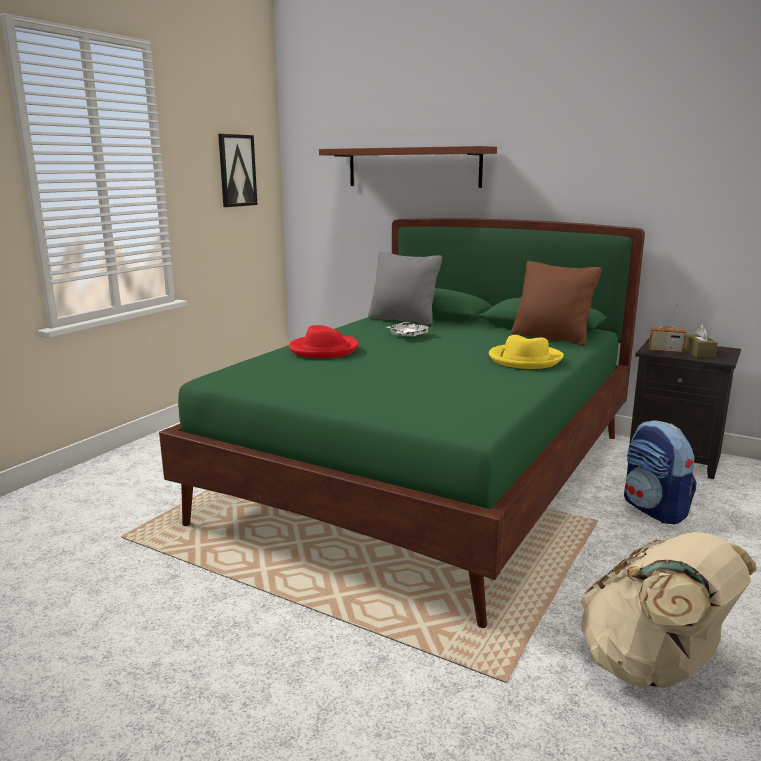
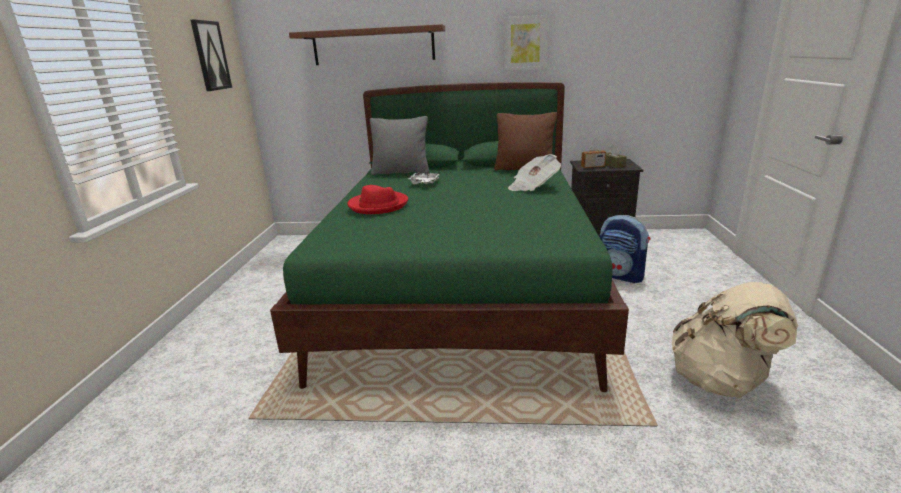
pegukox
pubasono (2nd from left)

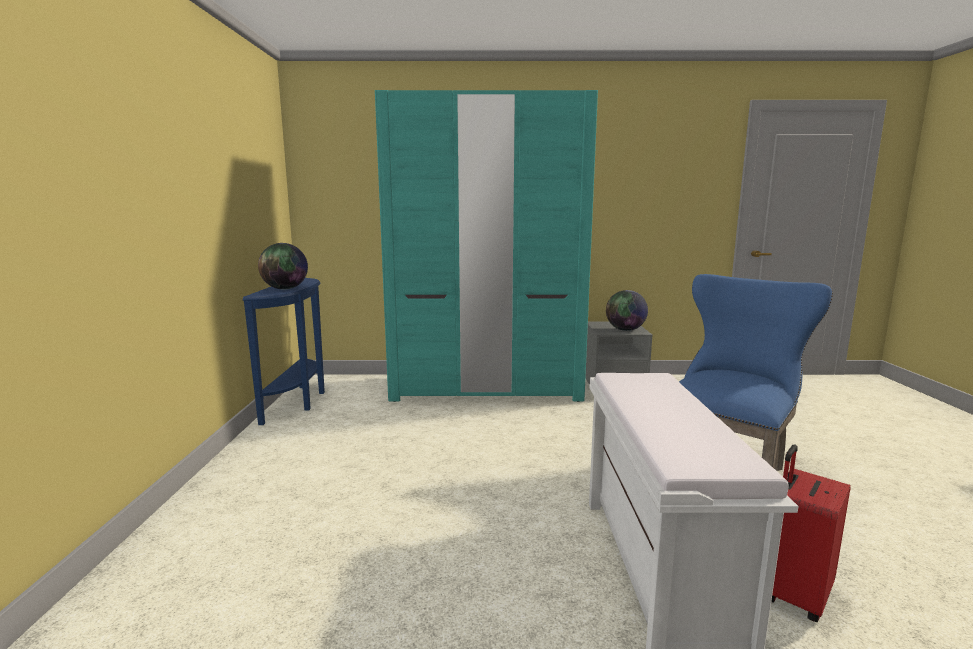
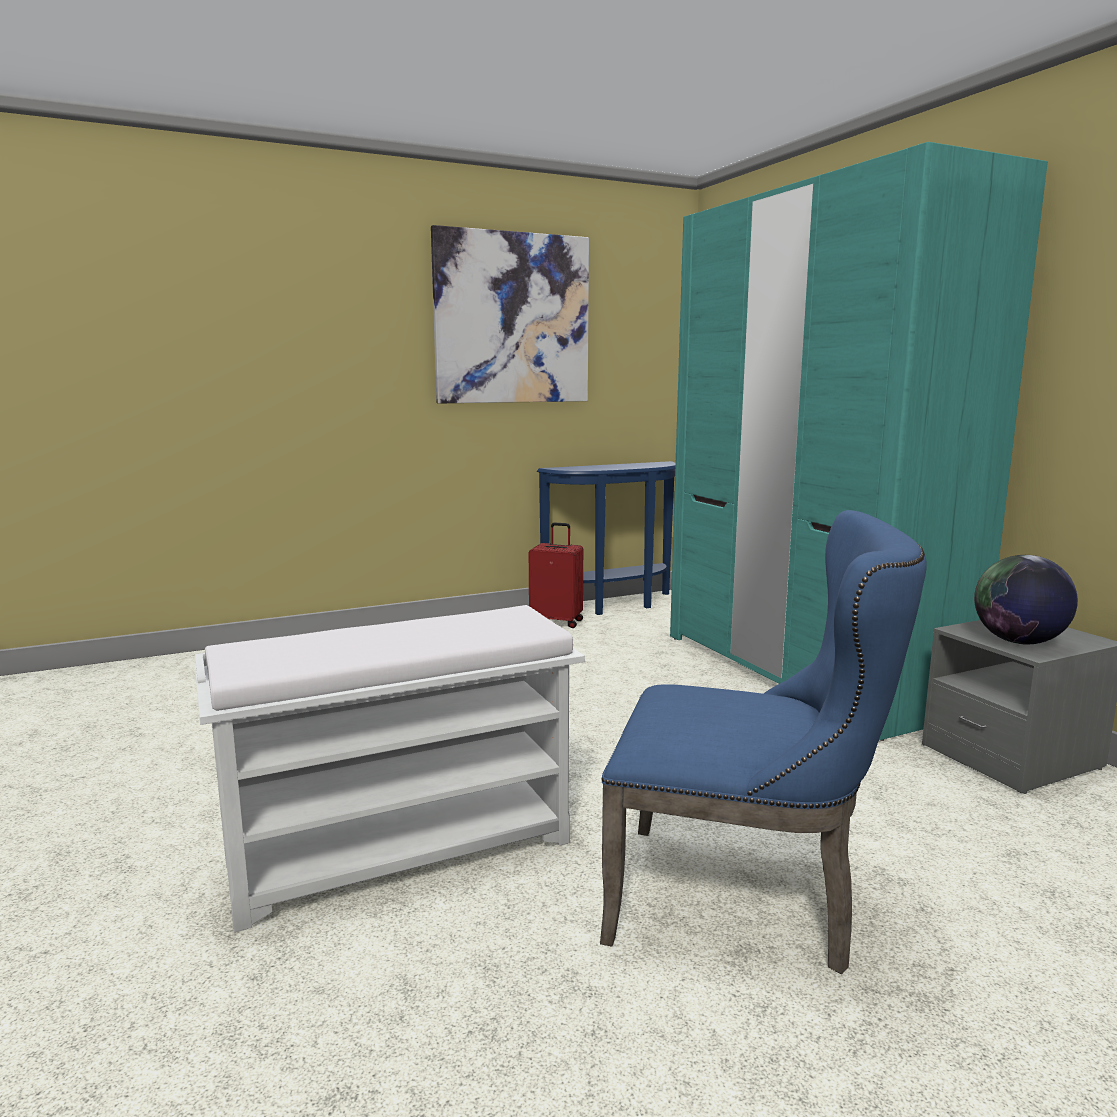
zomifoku (1st from left in the first image)
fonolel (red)
pubasono

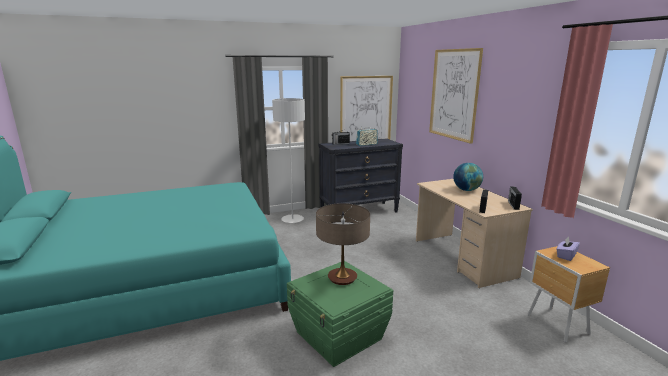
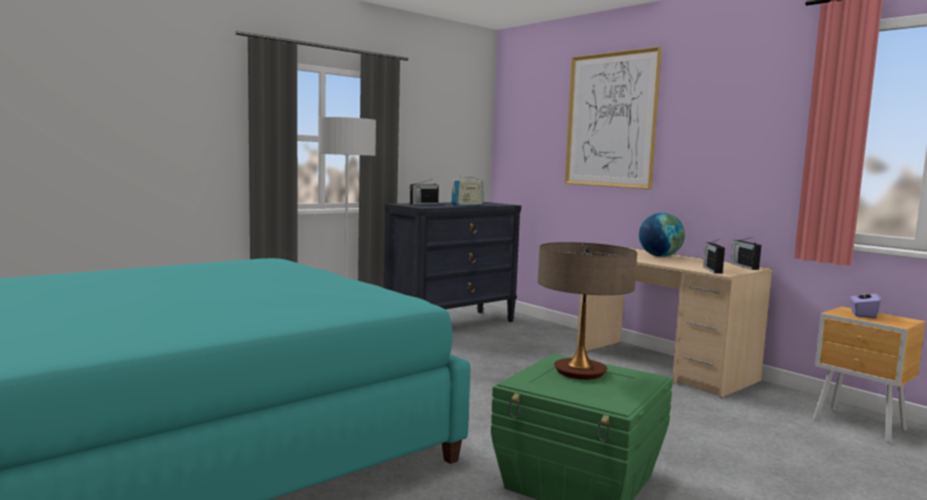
pubasono (1st from left in the first image)

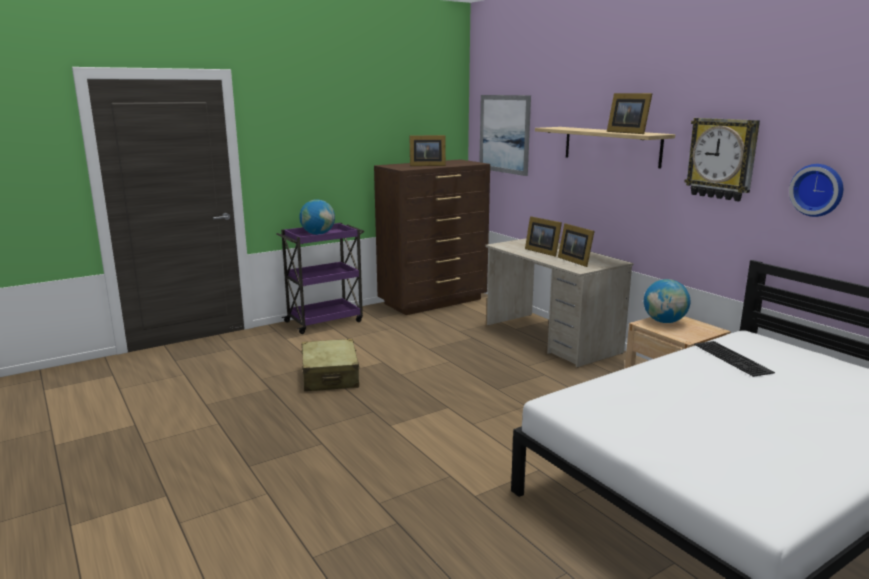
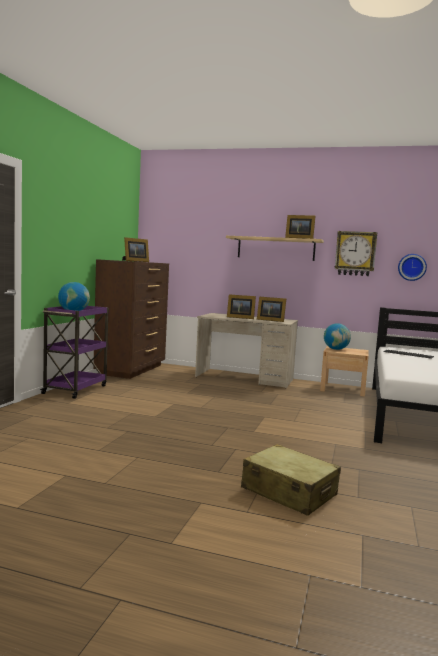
fonolel (beige)
pubasono

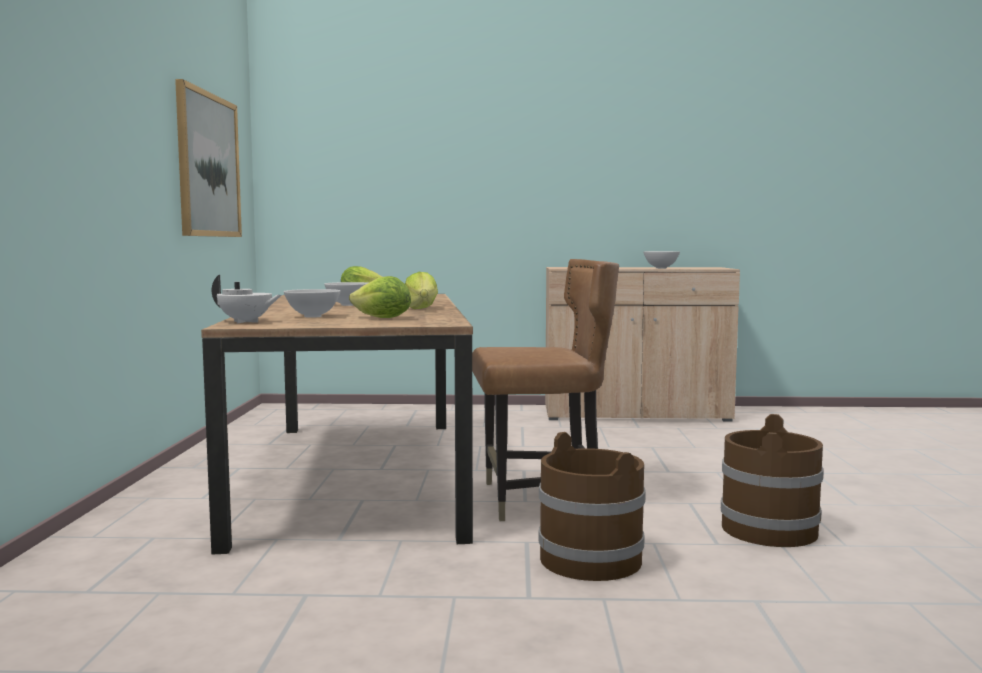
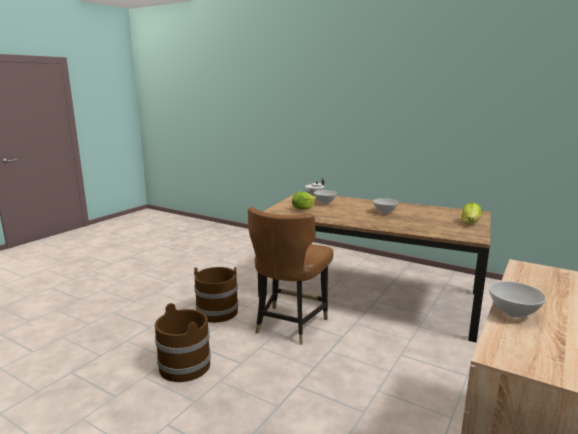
pubasono
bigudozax (3rd from left in the first image)

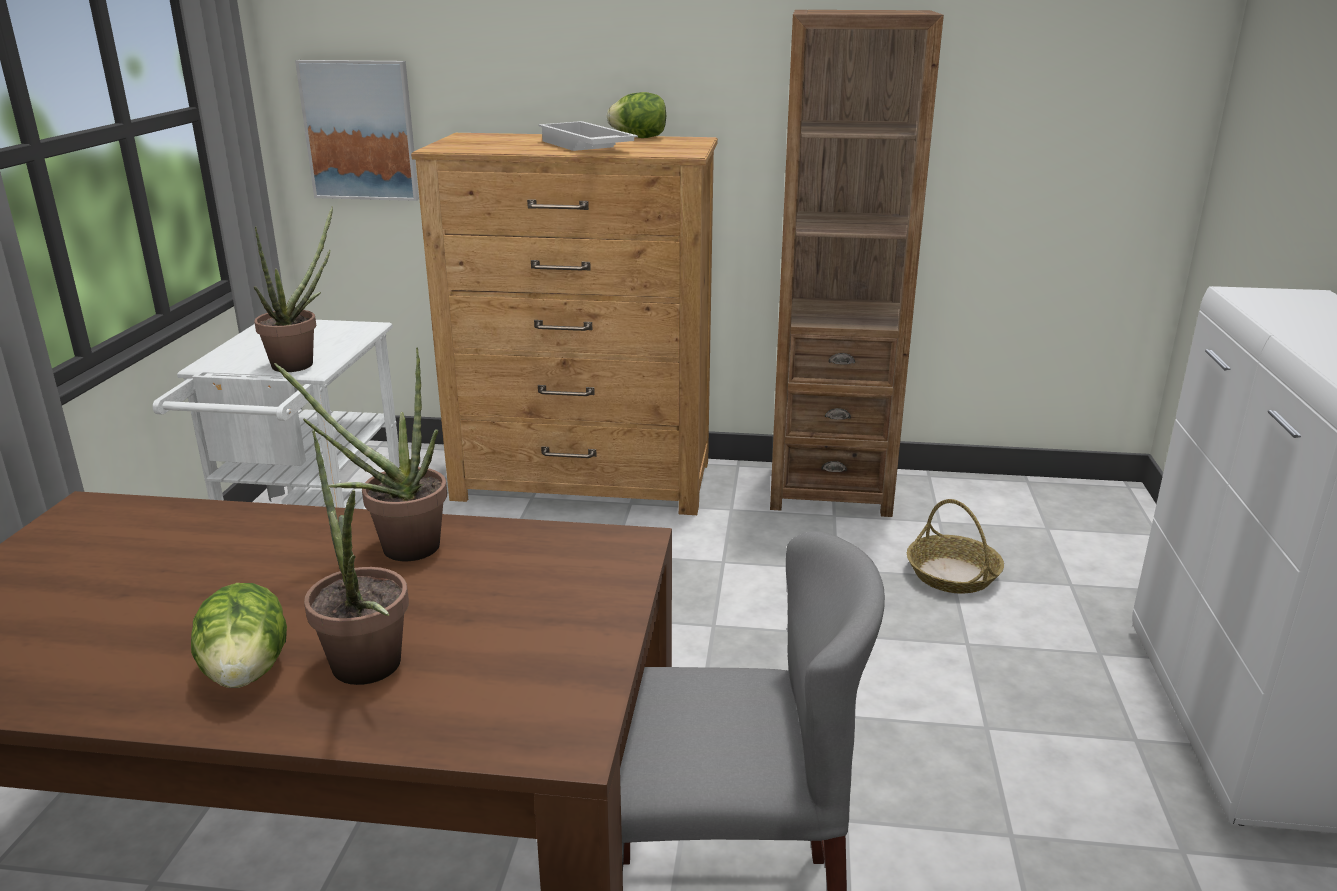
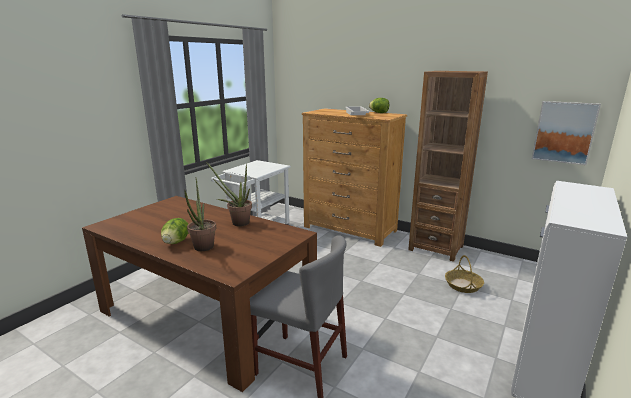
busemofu (1st from left in the first image)
pubasono

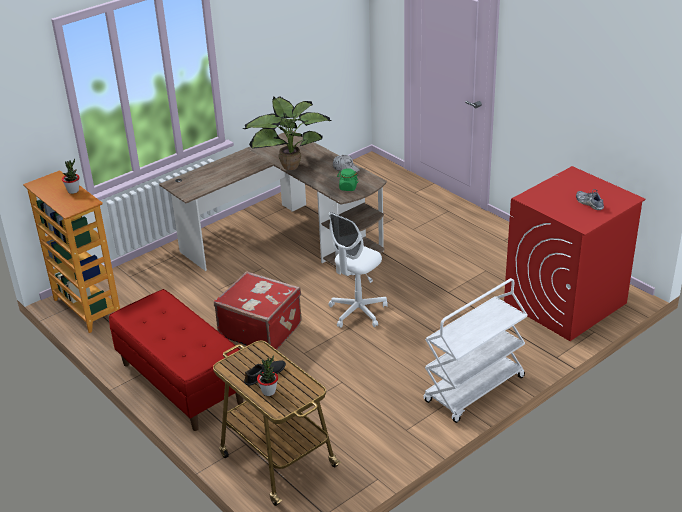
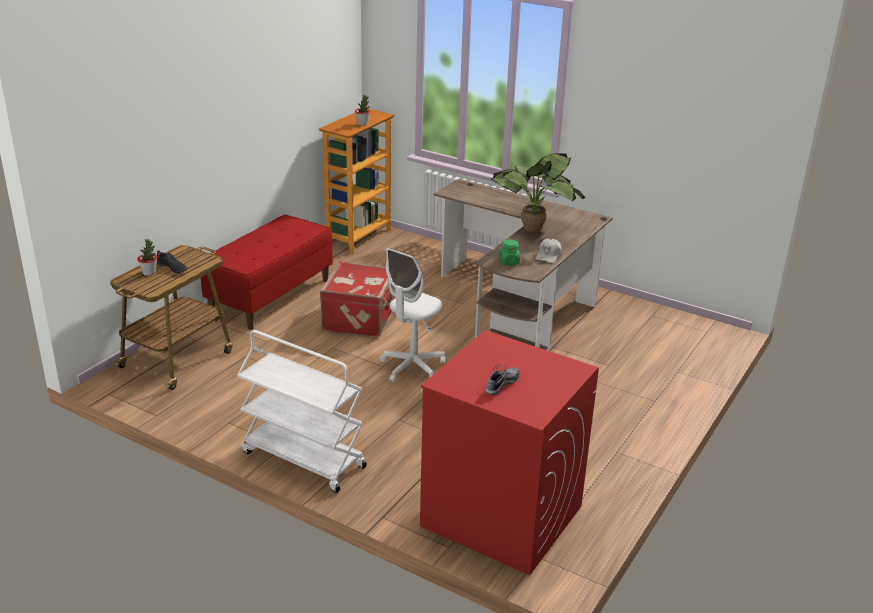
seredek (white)

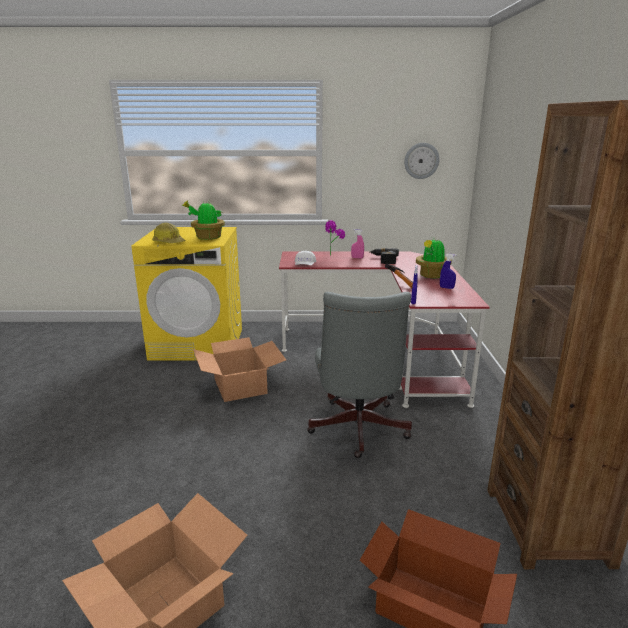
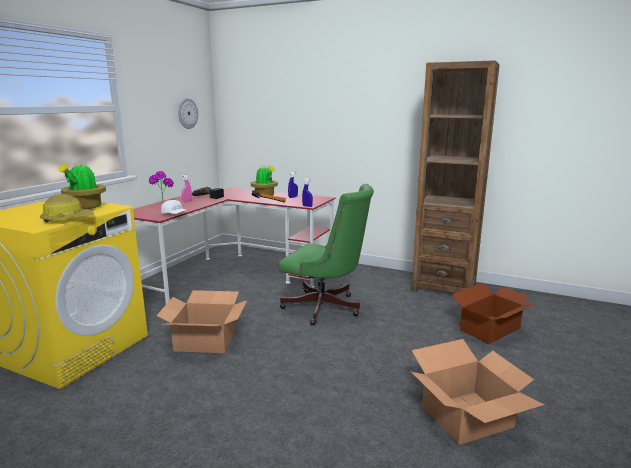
seredek (green)

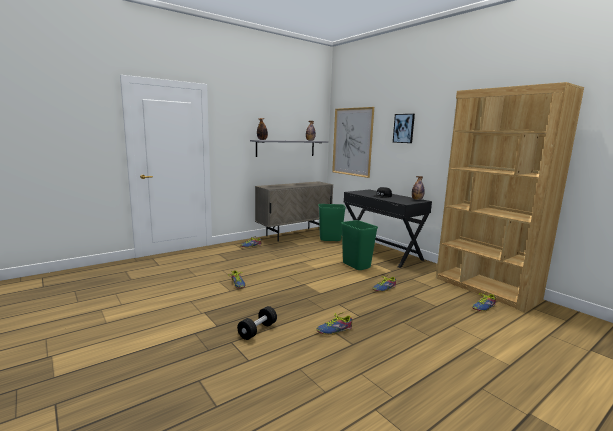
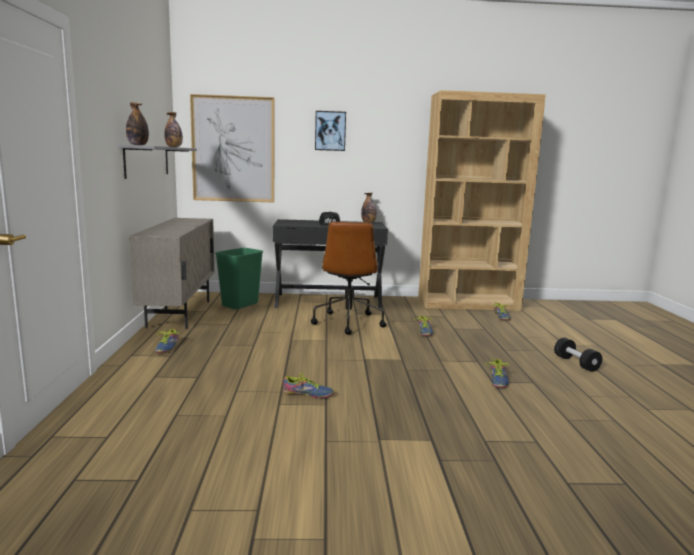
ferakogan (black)
seredek (brown)

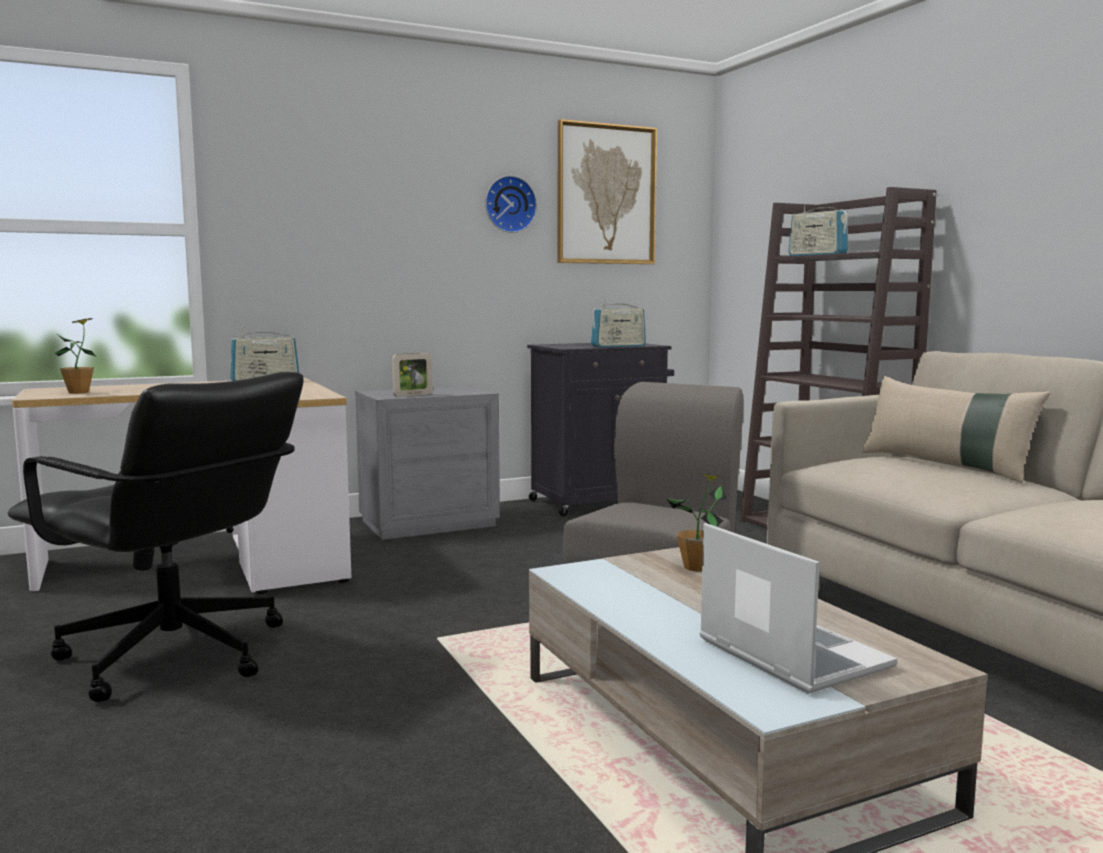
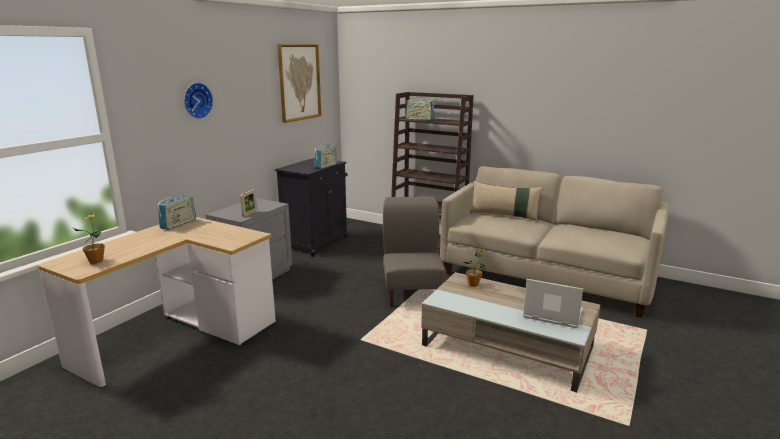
seredek (black)
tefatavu

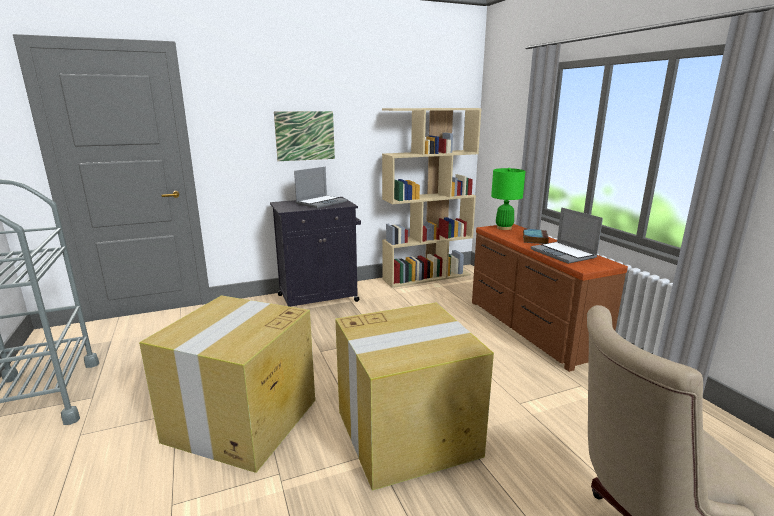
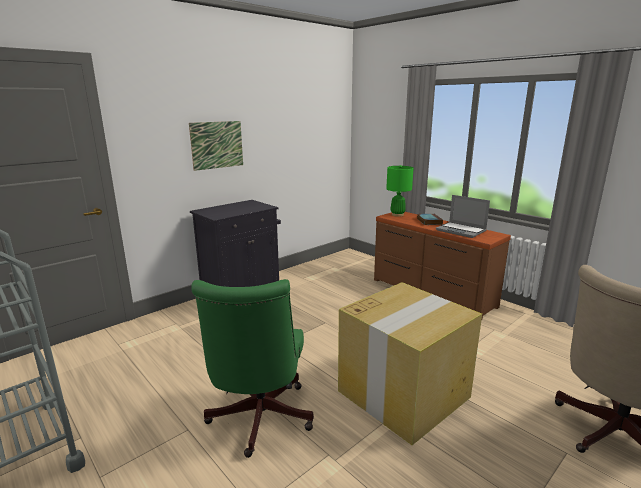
seredek (green)
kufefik (1st from left in the first image)
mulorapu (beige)

